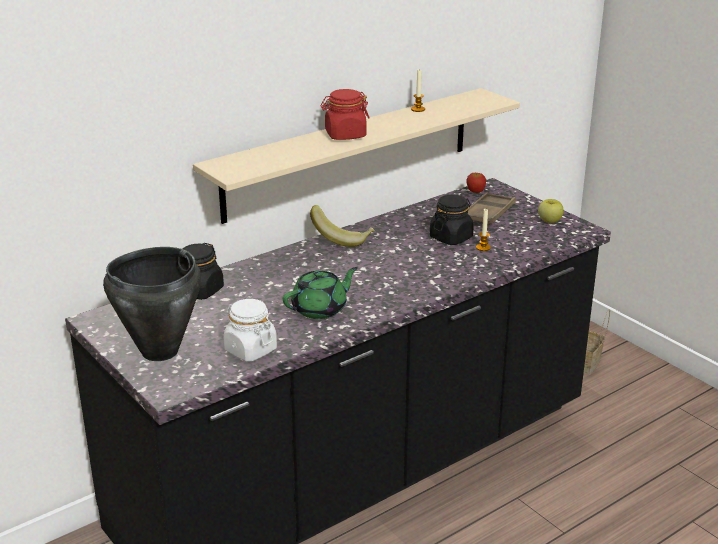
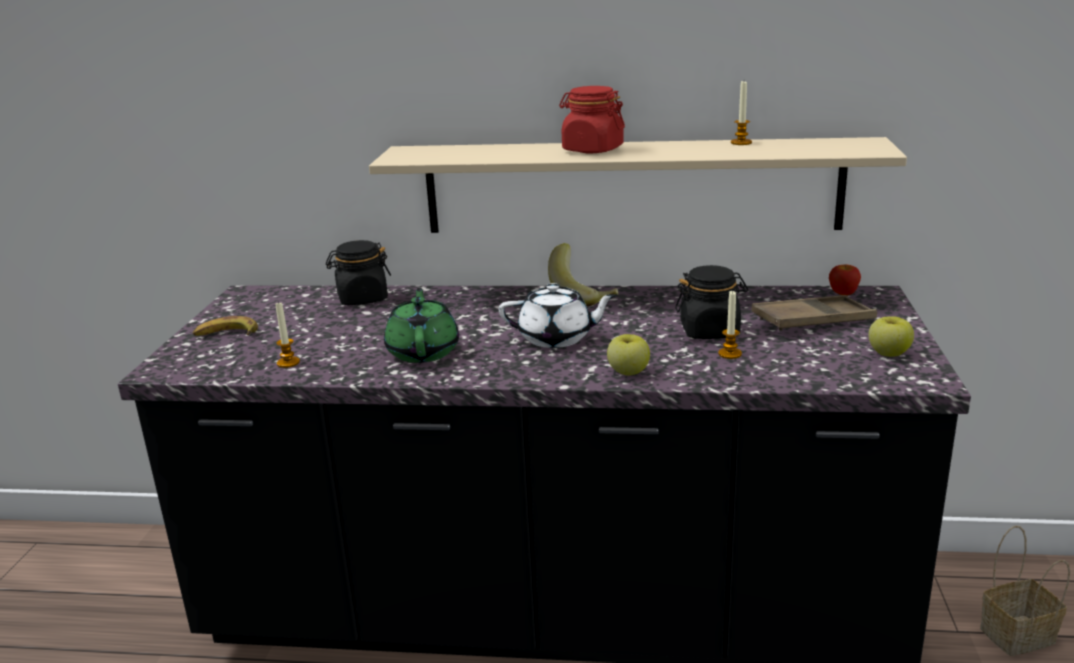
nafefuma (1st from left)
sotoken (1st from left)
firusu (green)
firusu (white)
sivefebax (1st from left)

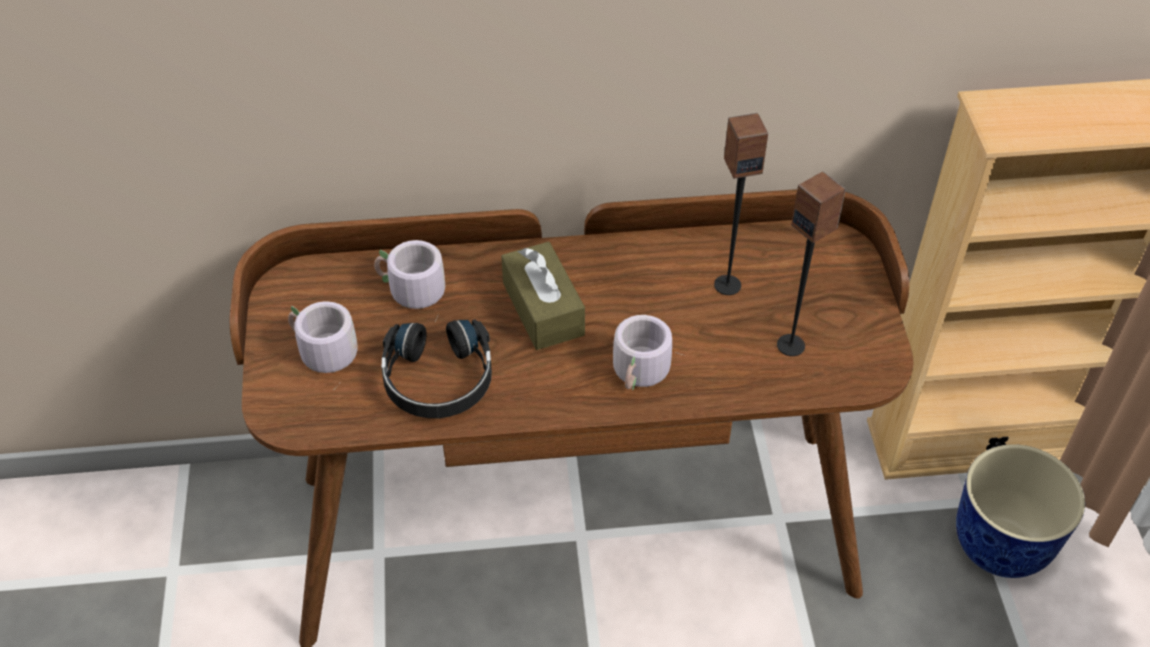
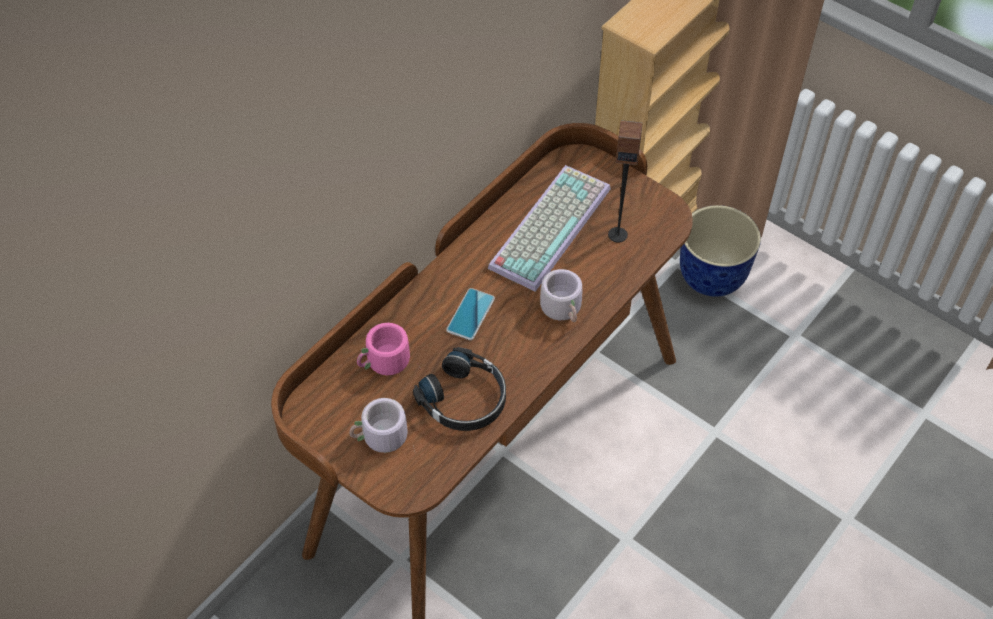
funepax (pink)
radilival
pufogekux

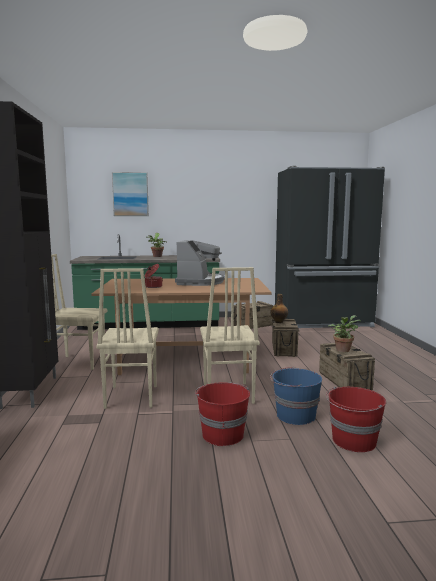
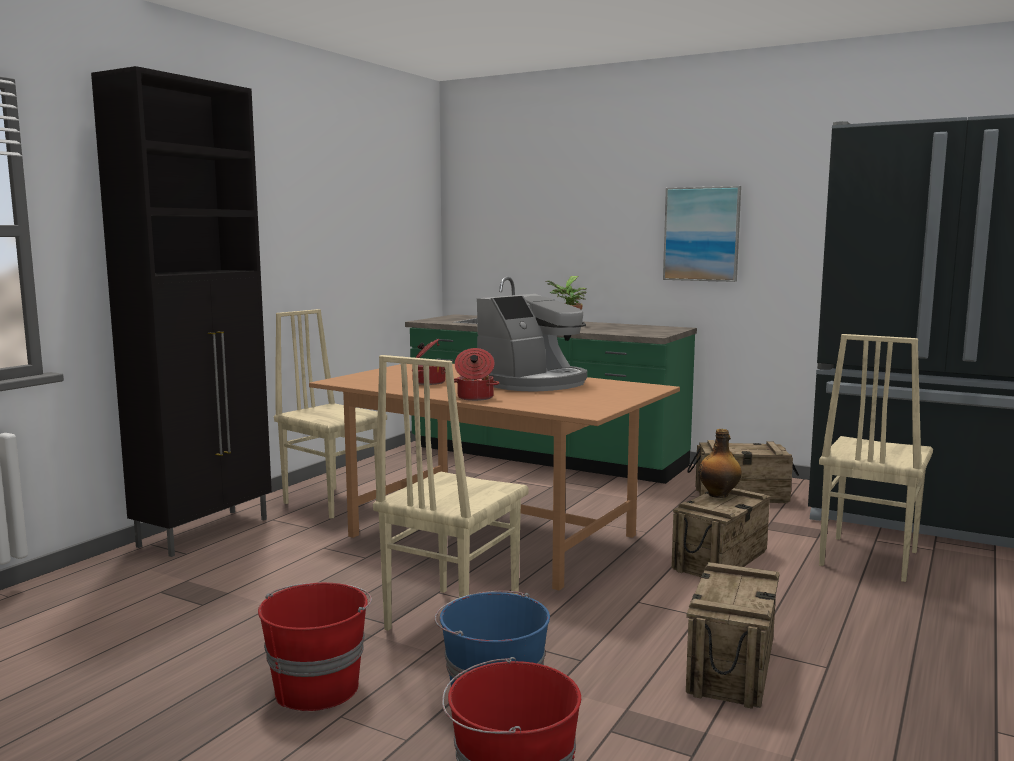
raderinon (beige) (3rd from left)
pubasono
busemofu (2nd from left in the first image)
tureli (2nd from left)

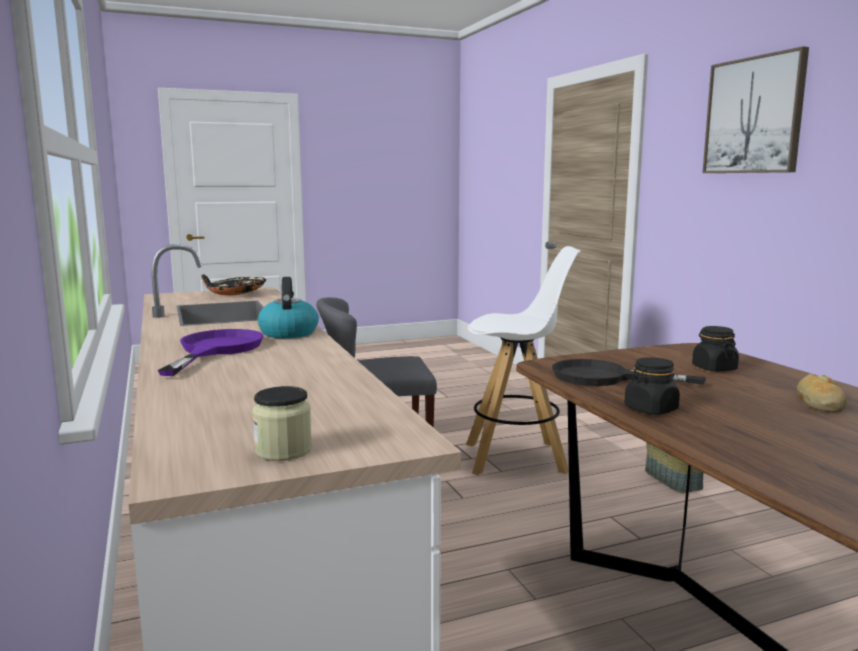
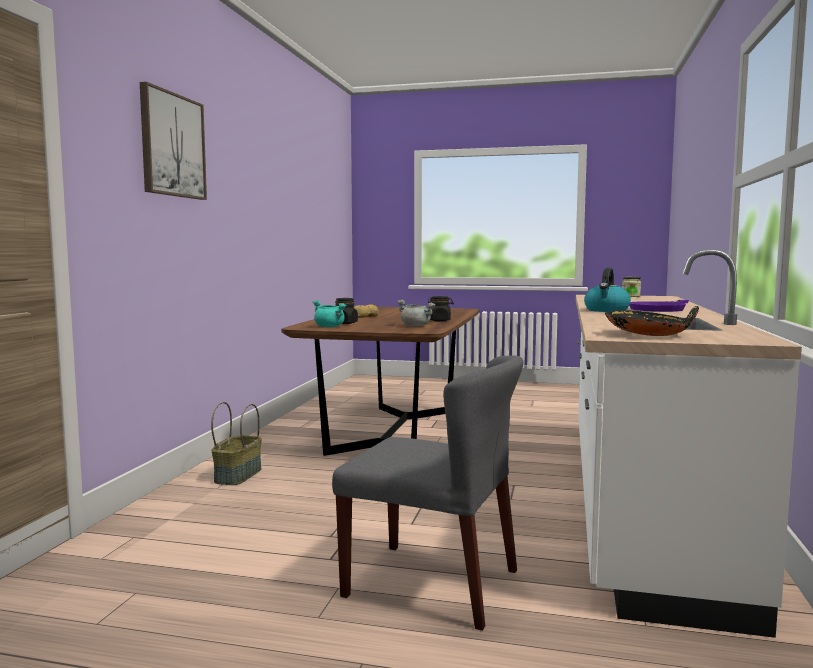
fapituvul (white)
tureli (grey)
tureli (turquoise)

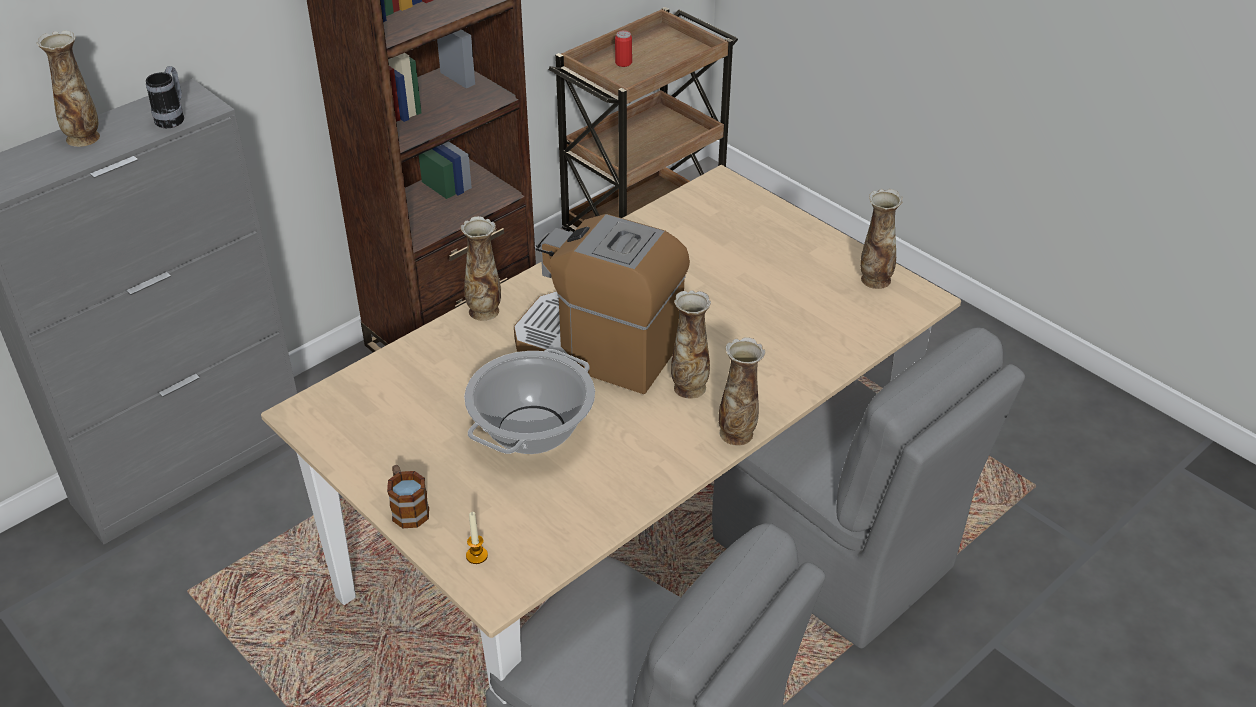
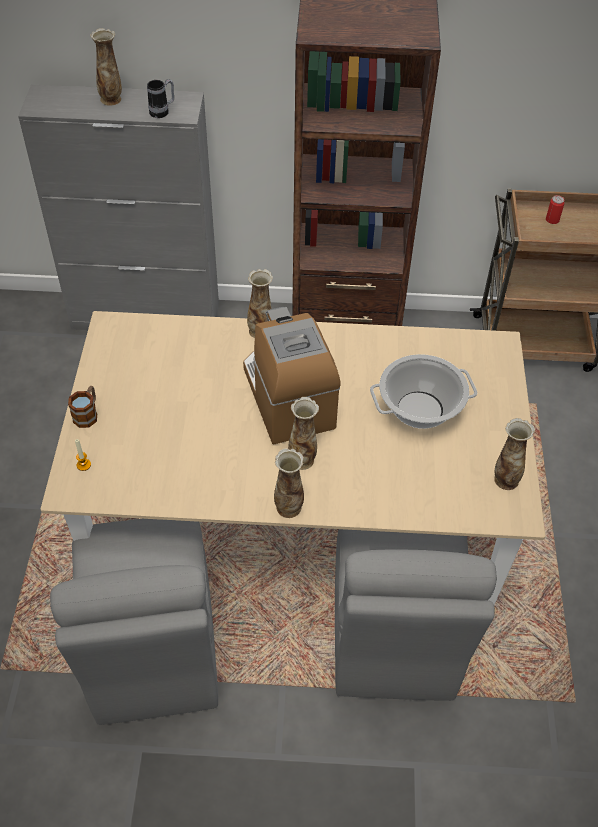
tureli

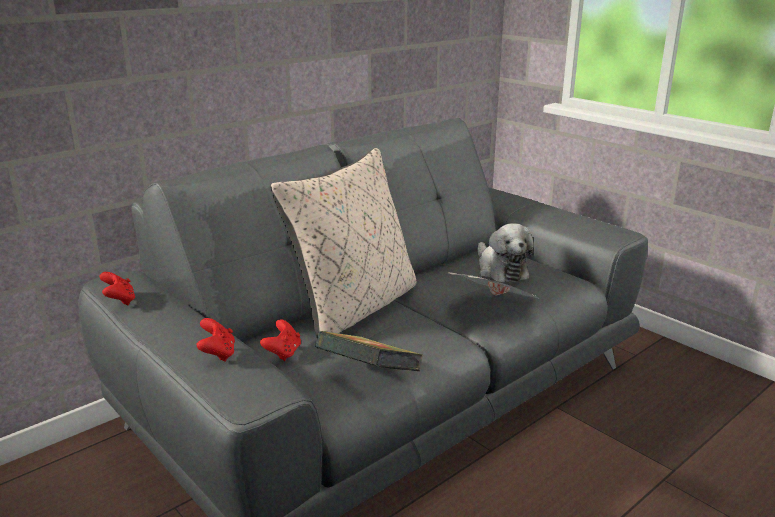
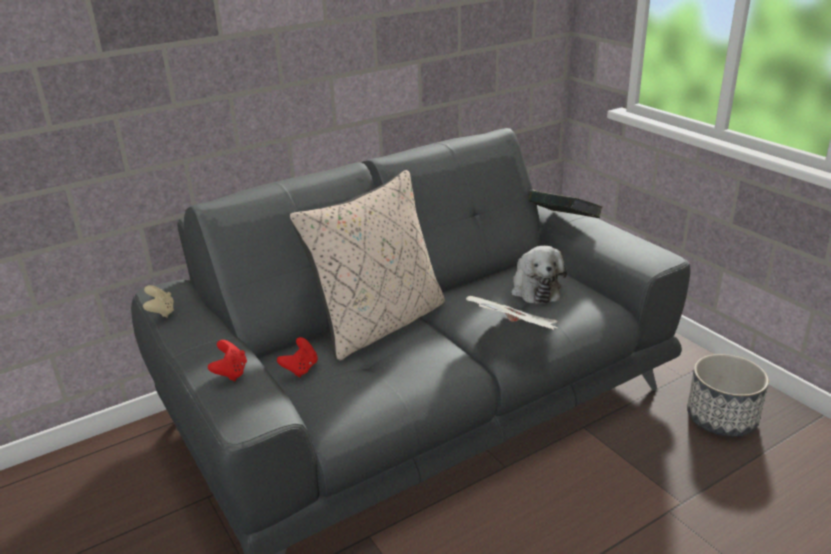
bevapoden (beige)
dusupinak
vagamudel

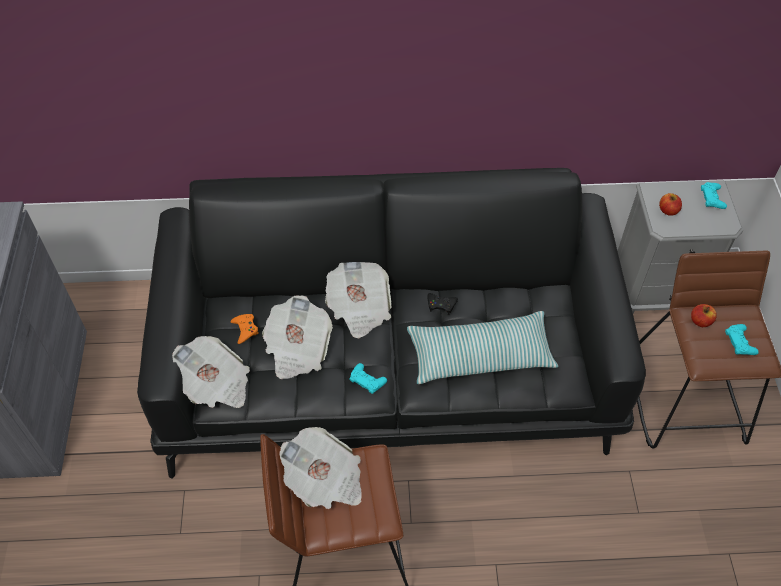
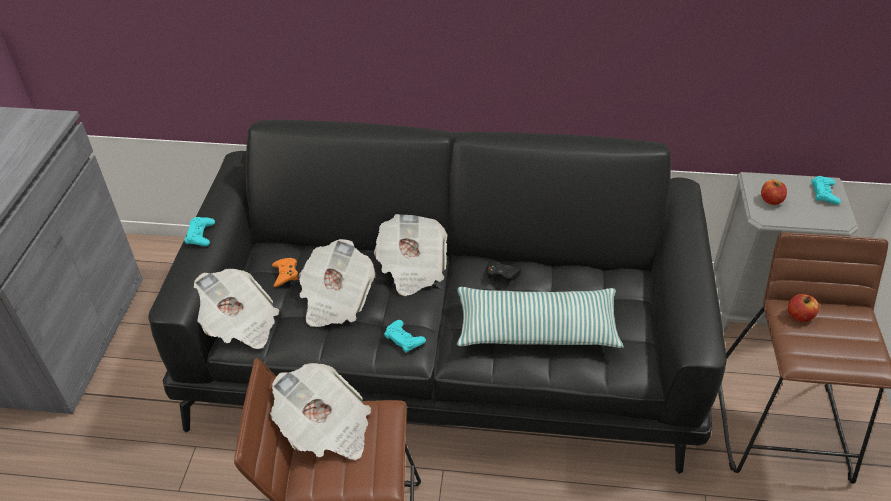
bevapoden (turquoise) (1st from left)

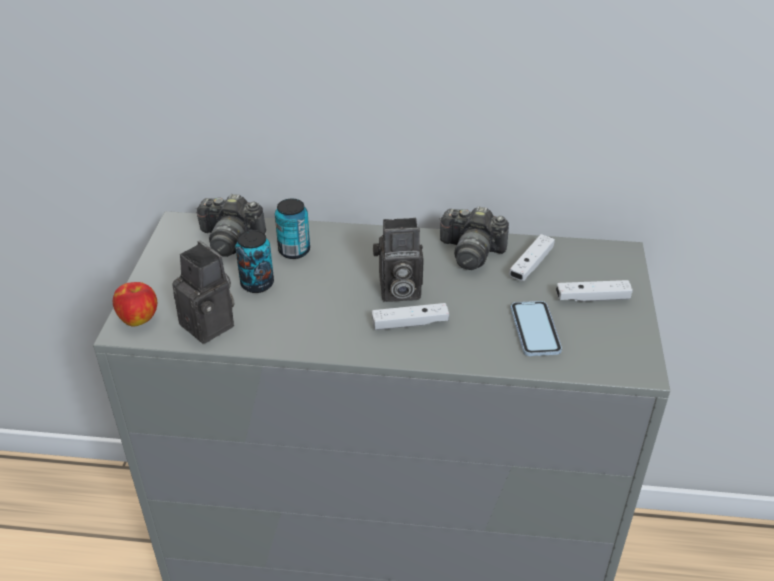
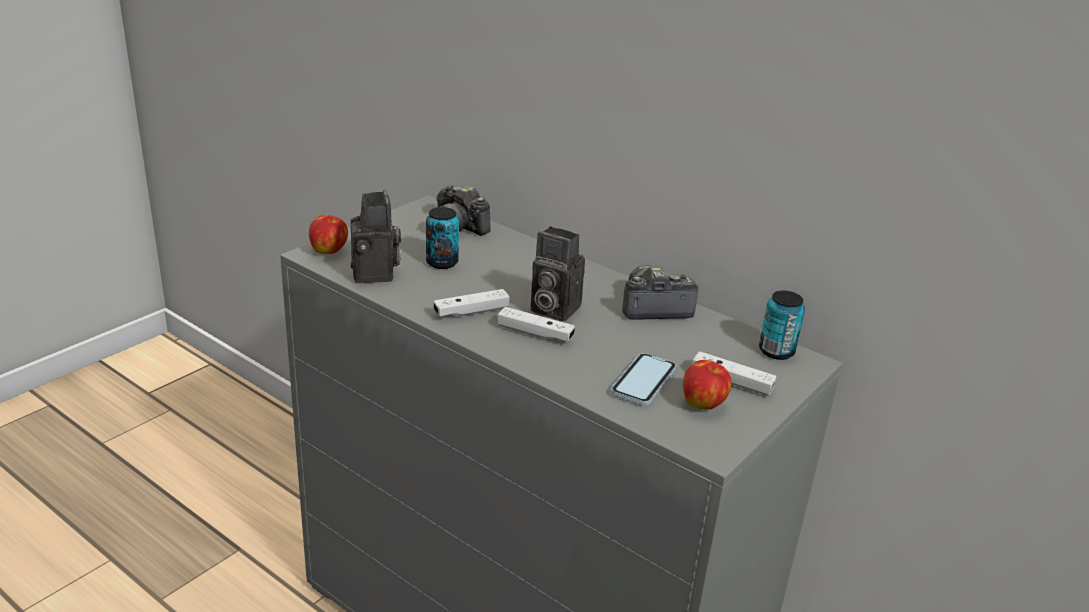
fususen (2nd from left)
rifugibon (4th from left)
bevapoden (white) (1st from left)
sivefebax (2nd from left)

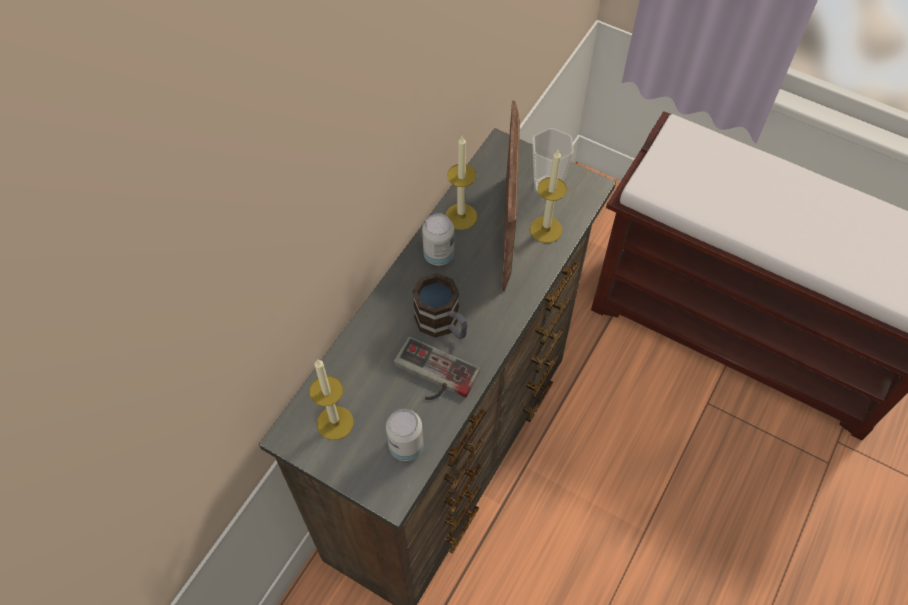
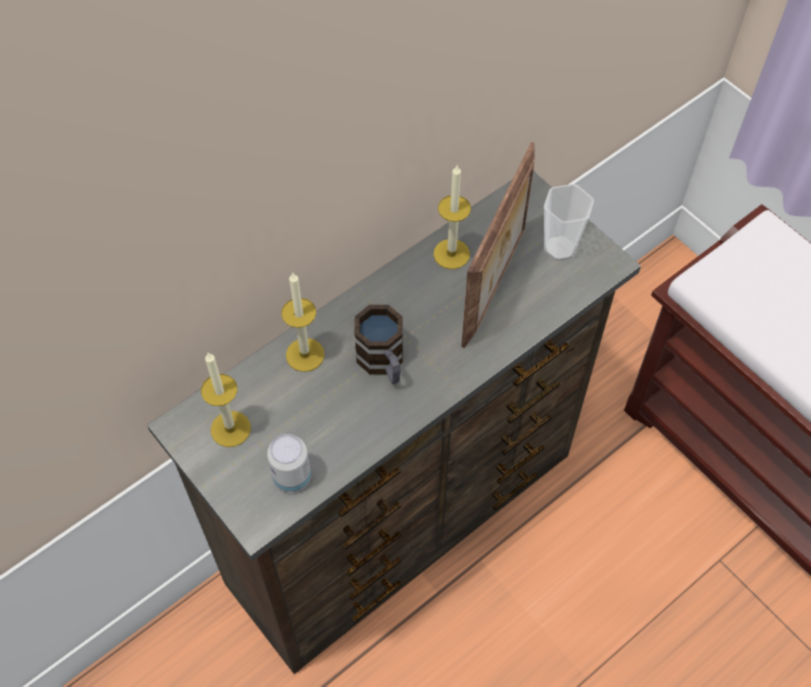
bevapoden
fususen (2nd from left in the first image)
sotoken (2nd from left)

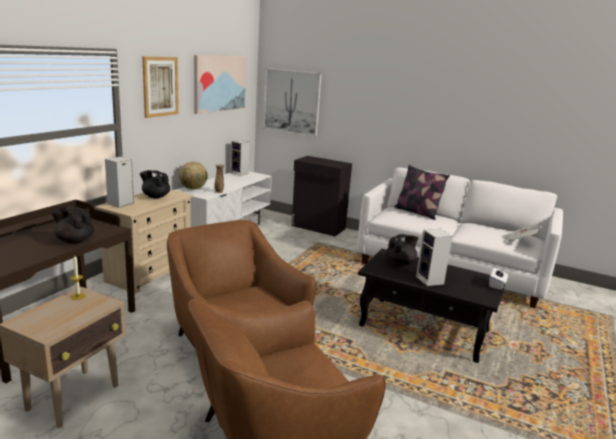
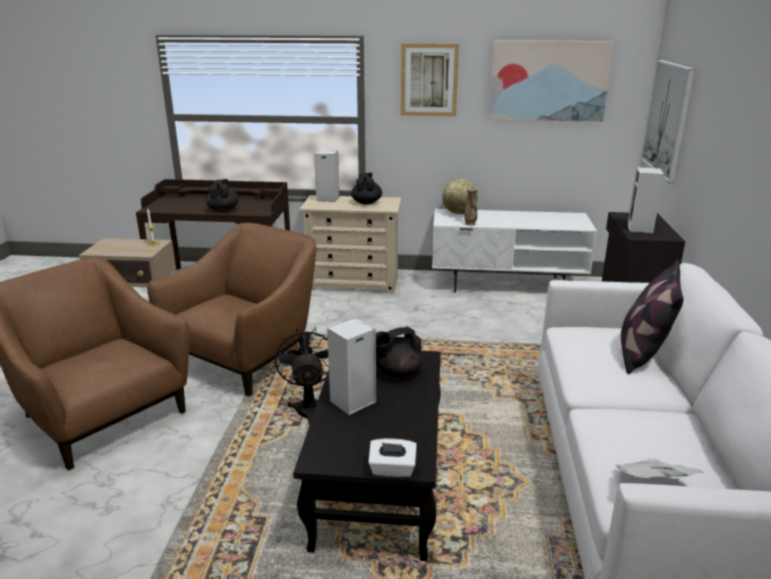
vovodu (3rd from left)
firusu (black) (3rd from left)
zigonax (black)

